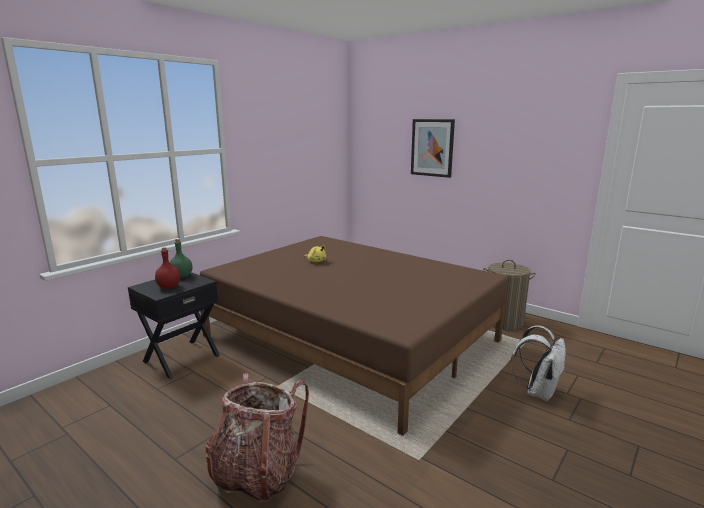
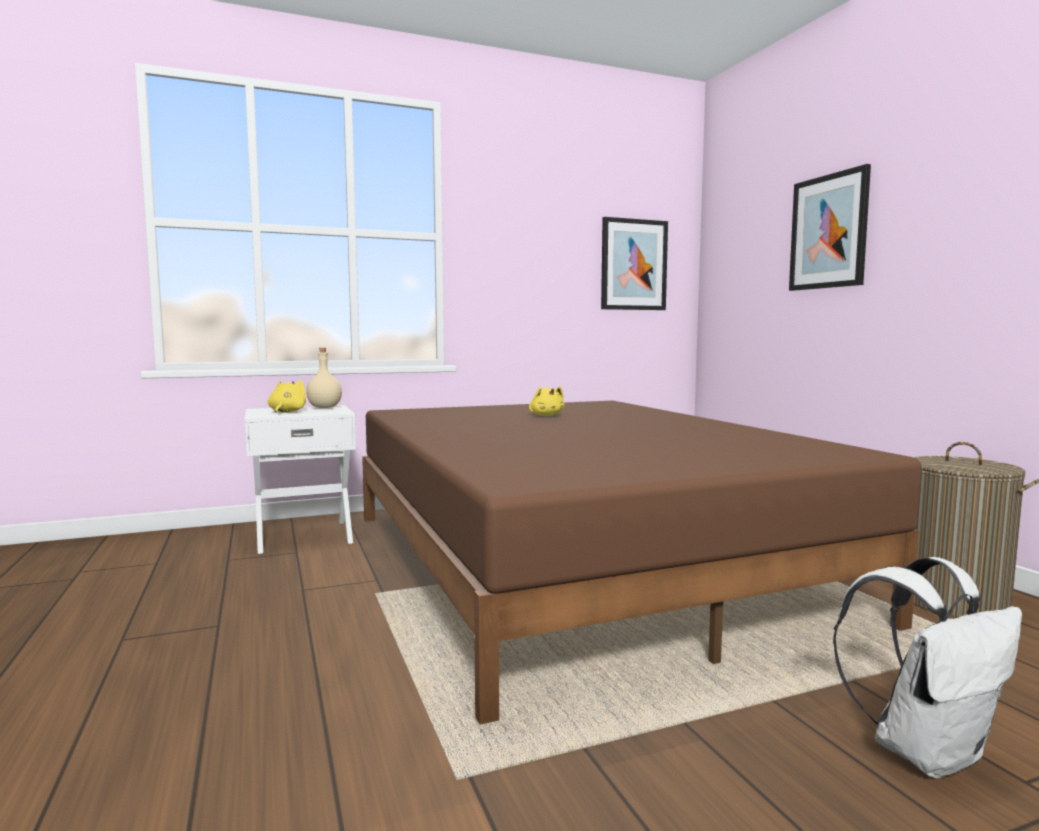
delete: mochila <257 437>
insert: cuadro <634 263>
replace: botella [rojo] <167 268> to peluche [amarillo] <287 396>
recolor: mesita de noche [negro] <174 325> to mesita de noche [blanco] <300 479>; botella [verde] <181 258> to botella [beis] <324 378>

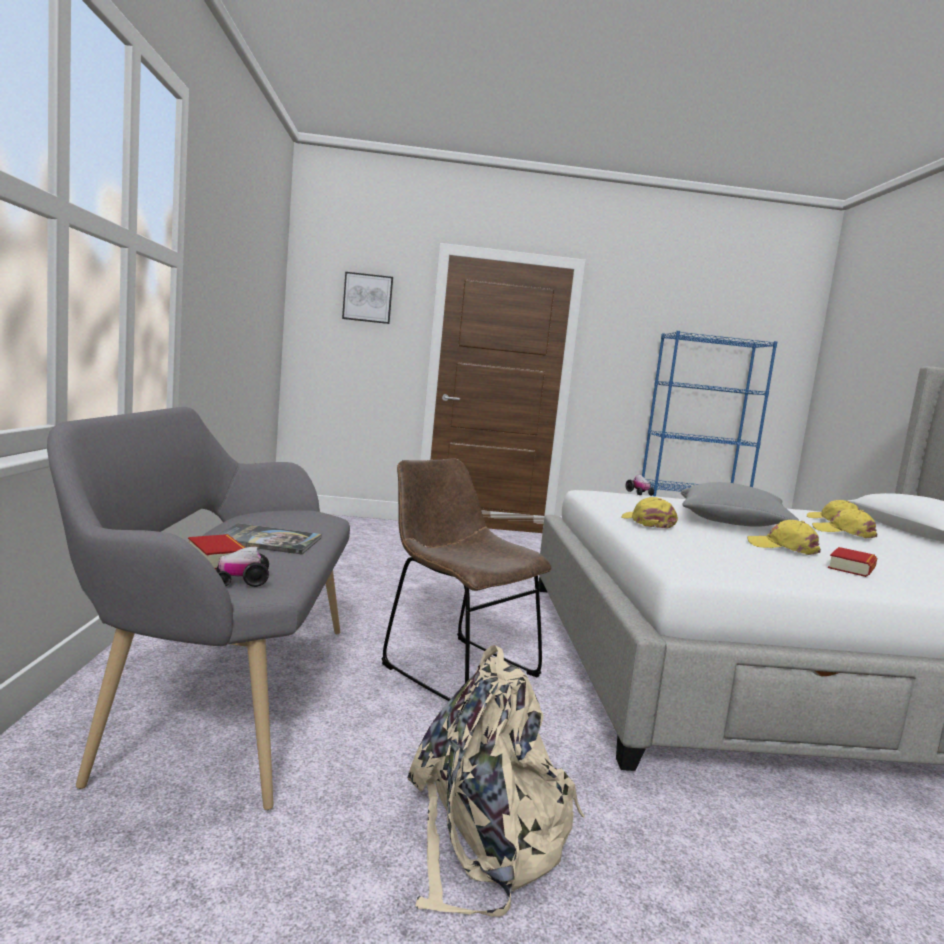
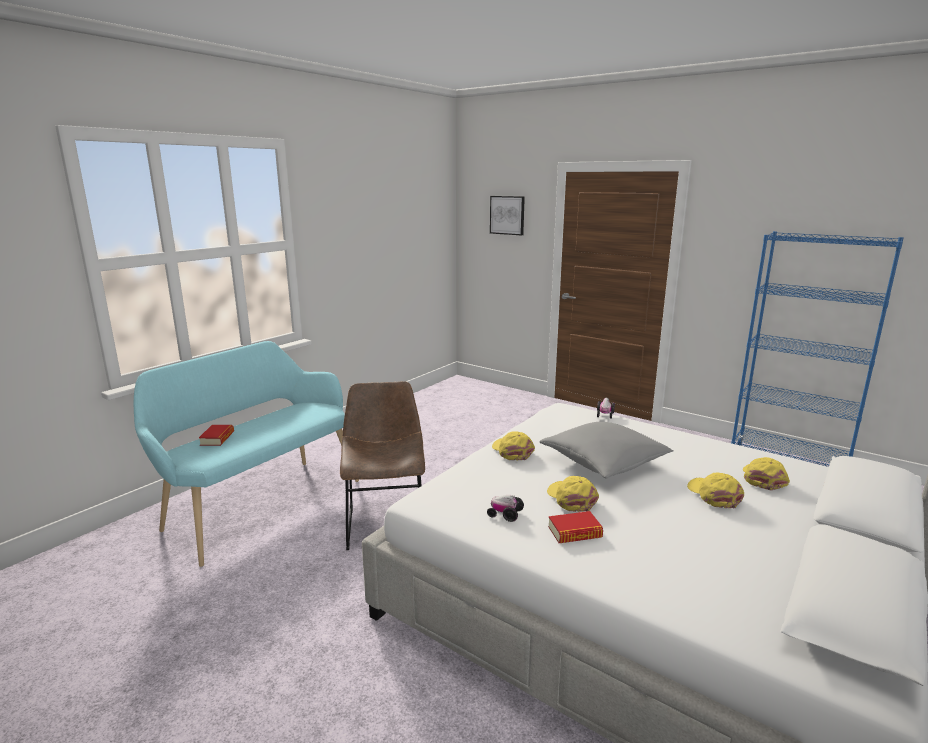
delete: libro <270 538>; mochila [beis] <496 781>
move: coche de juguete <242 567> to <505 508>
recolor: banco [gris] <198 608> to banco [turquesa] <246 454>
rotate: gorra [amarillo] <649 513> = <513 446> 45 degrees counterclockwise

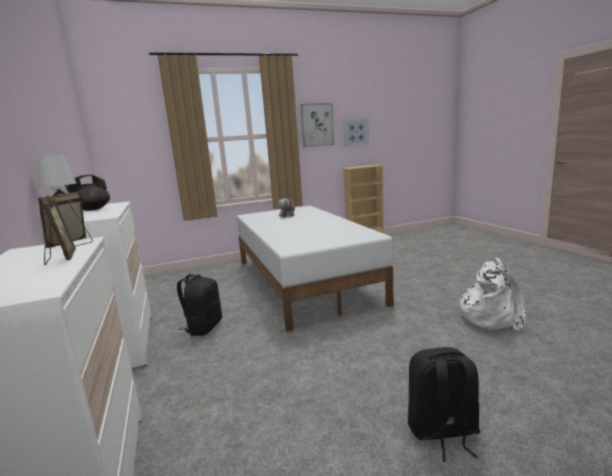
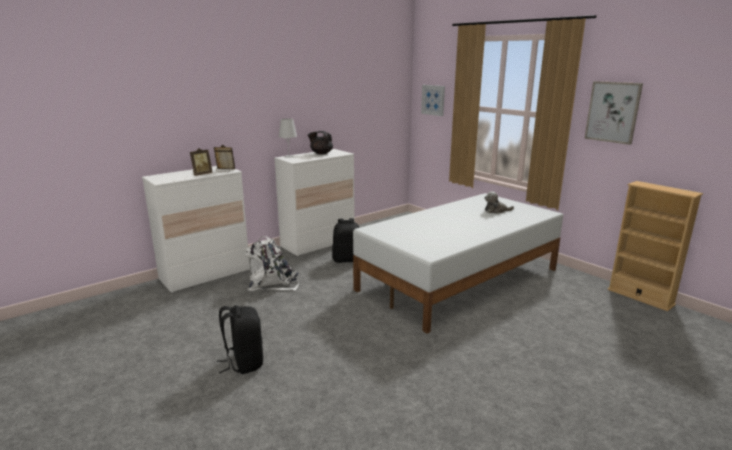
move: cuadro <356 132> to <433 100>; mochila [blanco] <491 294> to <272 263>

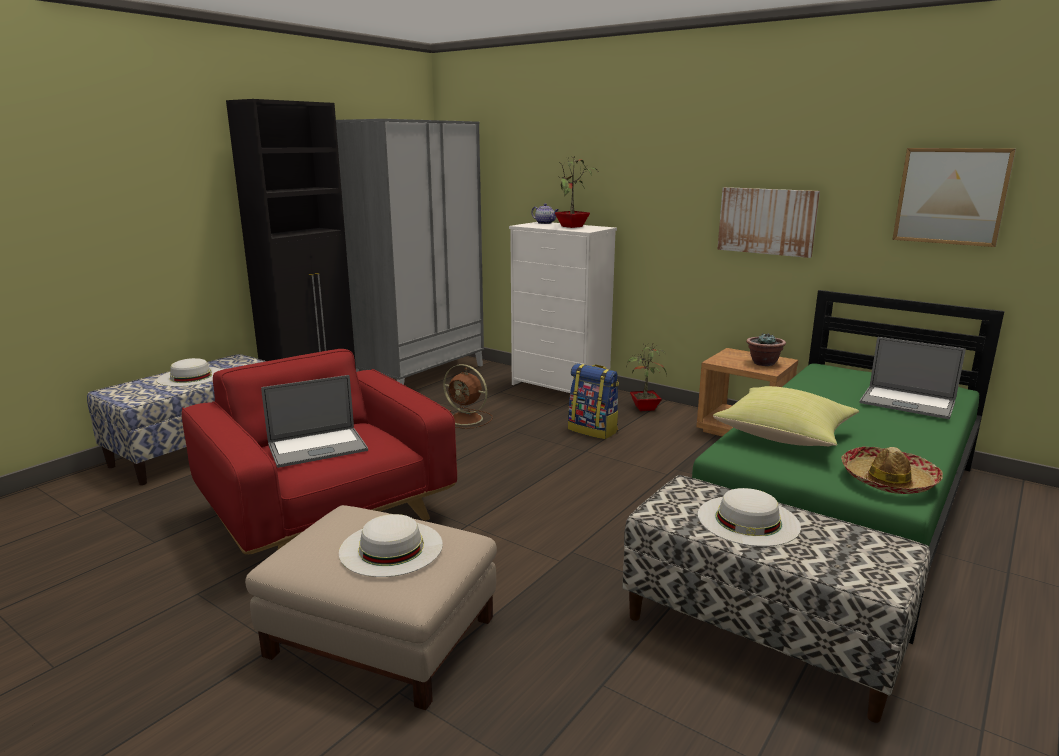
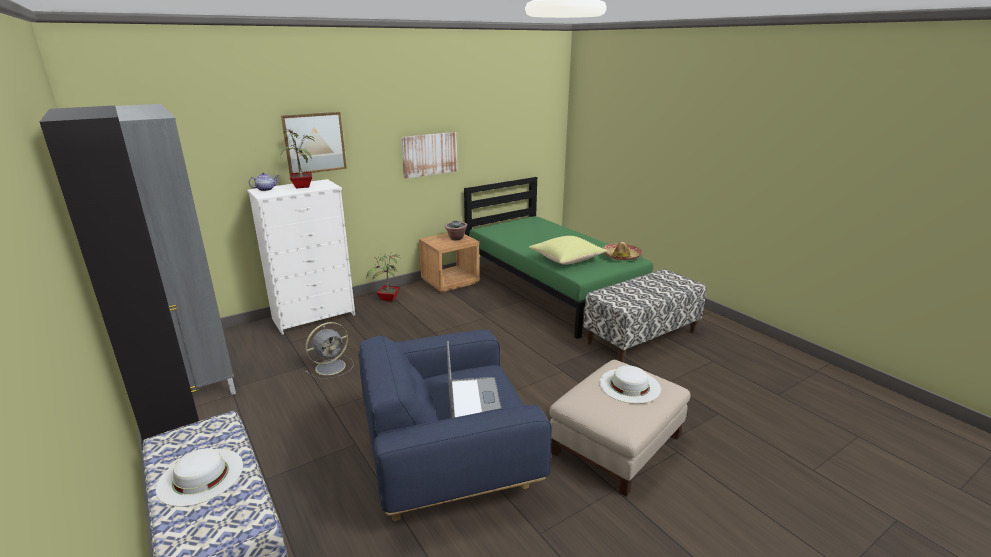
delete: mochila <593 401>; sombrero [blanco] <749 517>; portátil <912 378>
move: cuadro <954 197> to <314 143>
recolor: sillón [rojo] <319 451> to sillón [azul] <455 425>; ventilador [marrón] <468 396> to ventilador [gris] <329 350>

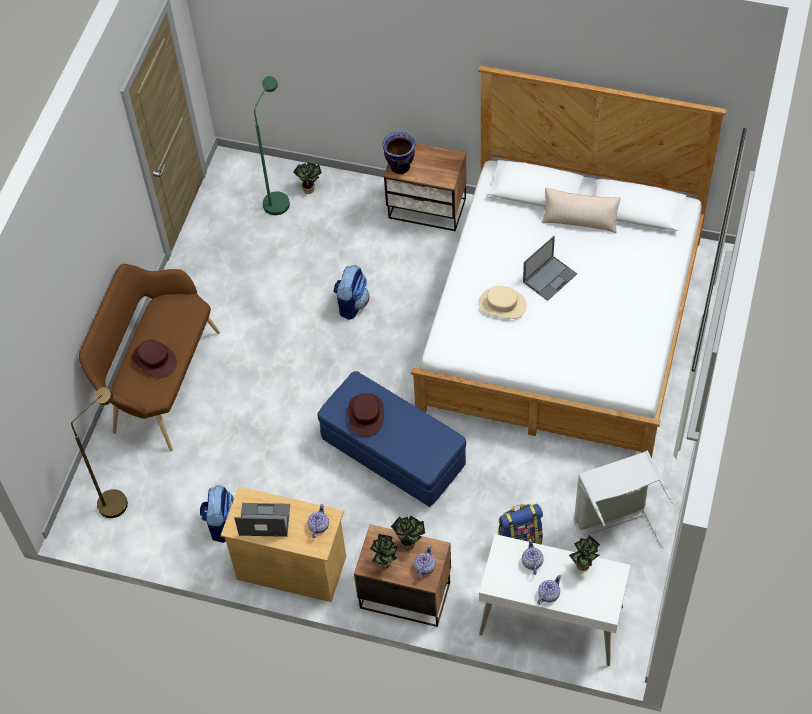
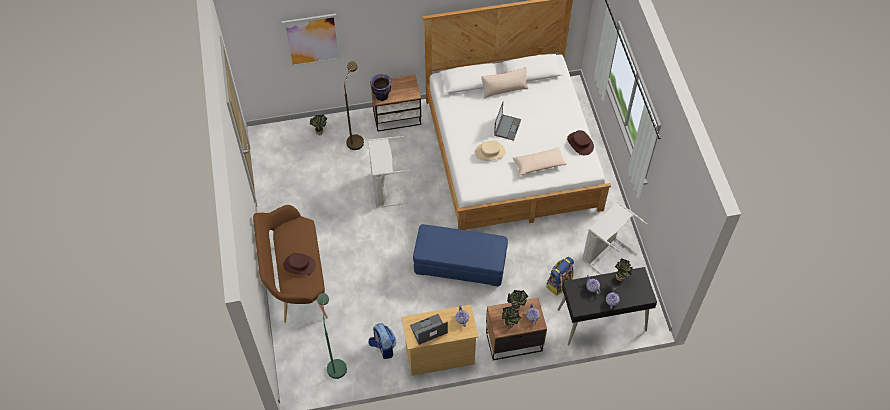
insert: cuadro <312 40>; cojín [beis] <540 161>
move: lámpara de pie [marrón] <99 452> to <354 105>; lámpara de pie [verde] <272 145> to <332 336>; sombrero [marrón] <366 415> to <580 142>
replace: mochila <351 292> to cesto de la ropa [gris] <389 172>
recolor: escritorio [blanco] <555 600> to escritorio [negro] <607 306>

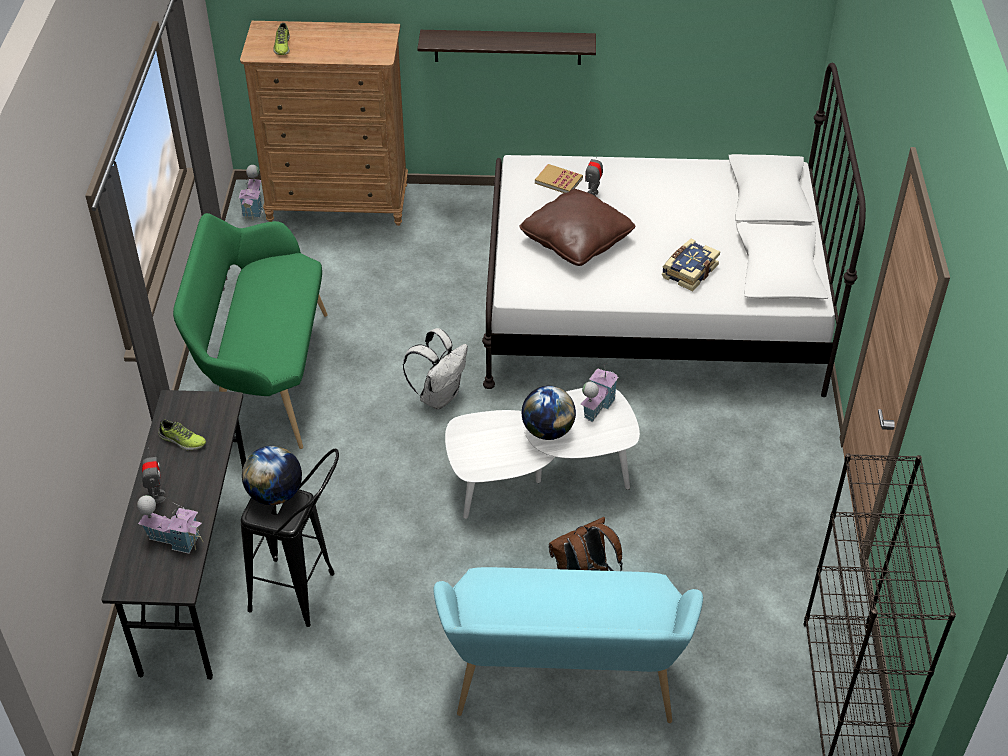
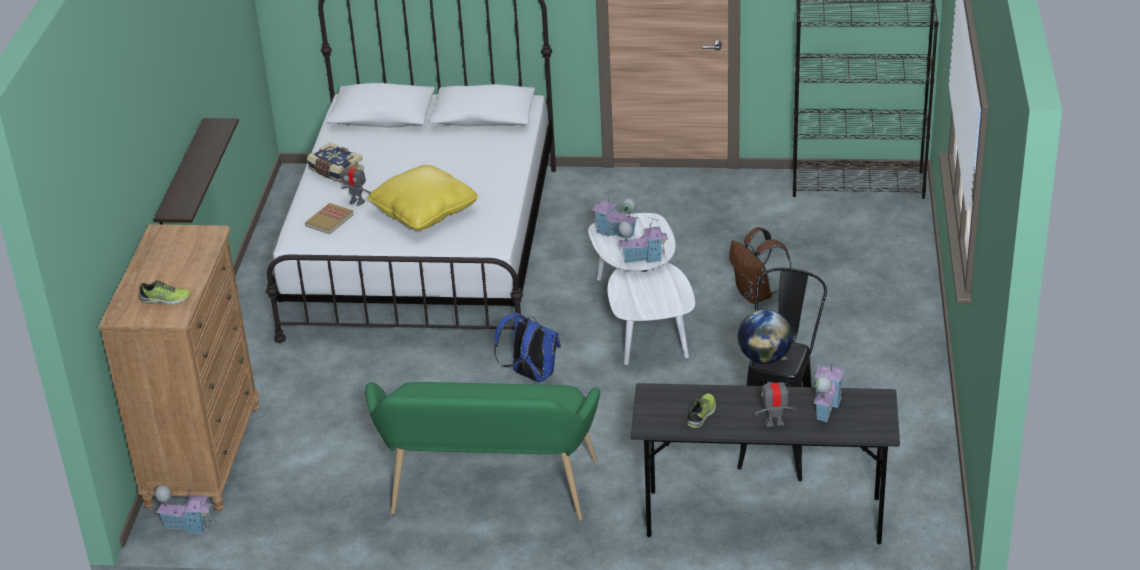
delete: banco [turquesa] <568 645>
move: libro <691 265> to <335 162>
replace: globo terráqueo <548 413> to casita <643 240>
recolor: mochila [blanco] <435 369> to mochila [azul] <527 347>; cojín [marrón] <577 227> to cojín [amarillo] <422 198>

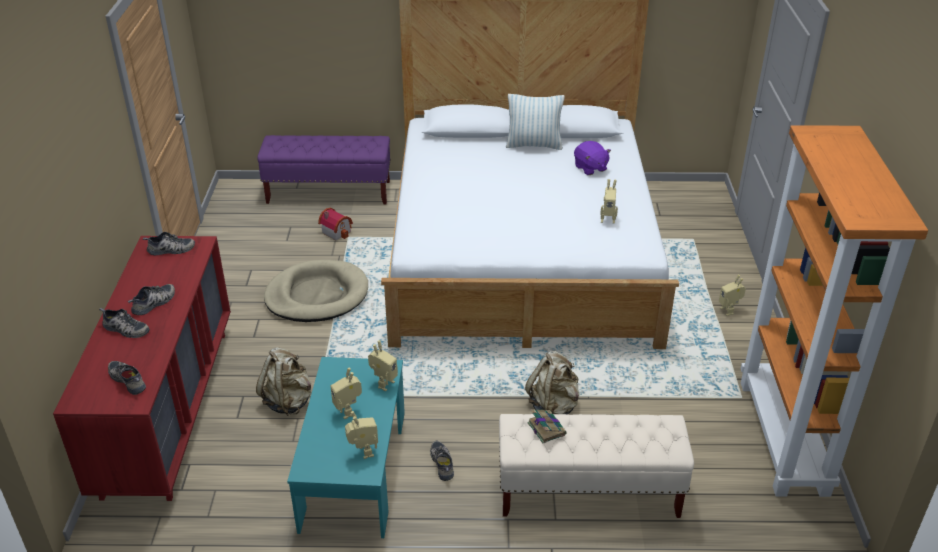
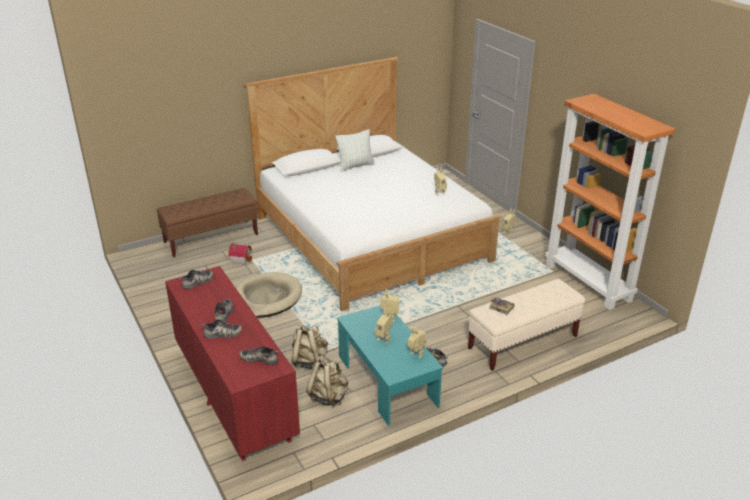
delete: peluche [morado] <592 158>
move: mochila [beis] <552 382> to <327 381>
recolor: banco [morado] <324 169> to banco [marrón] <207 222>

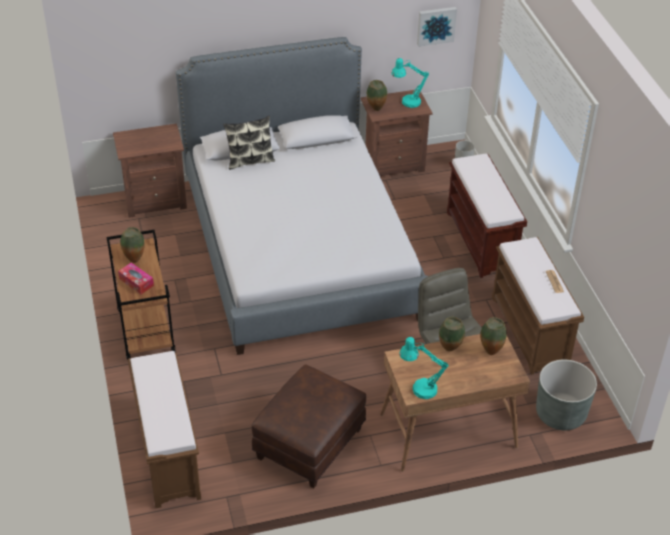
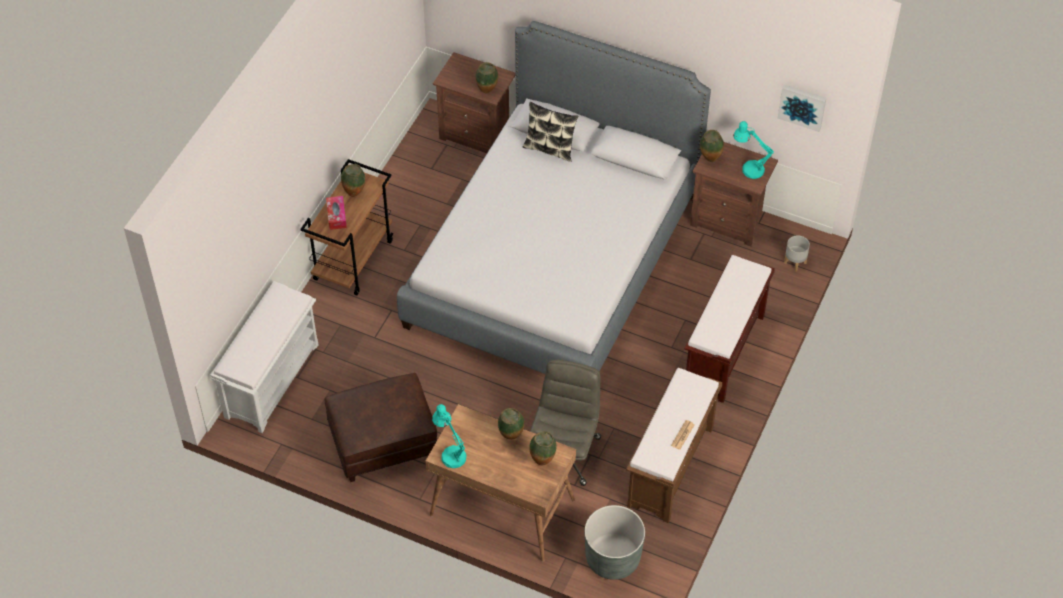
insert: florero <486 77>
recolor: banco [marrón] <164 429> to banco [blanco] <264 357>

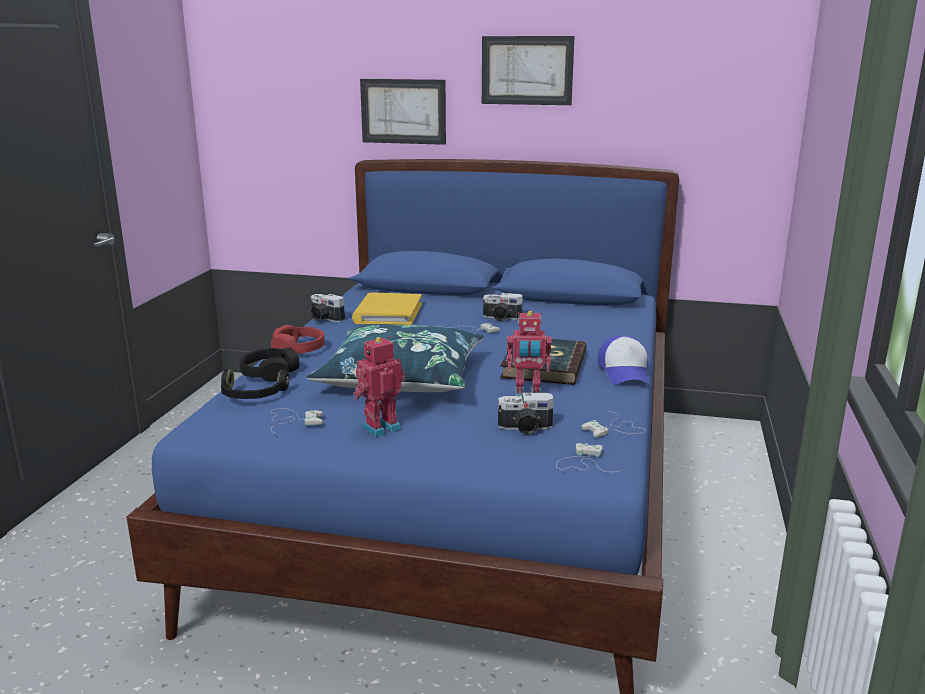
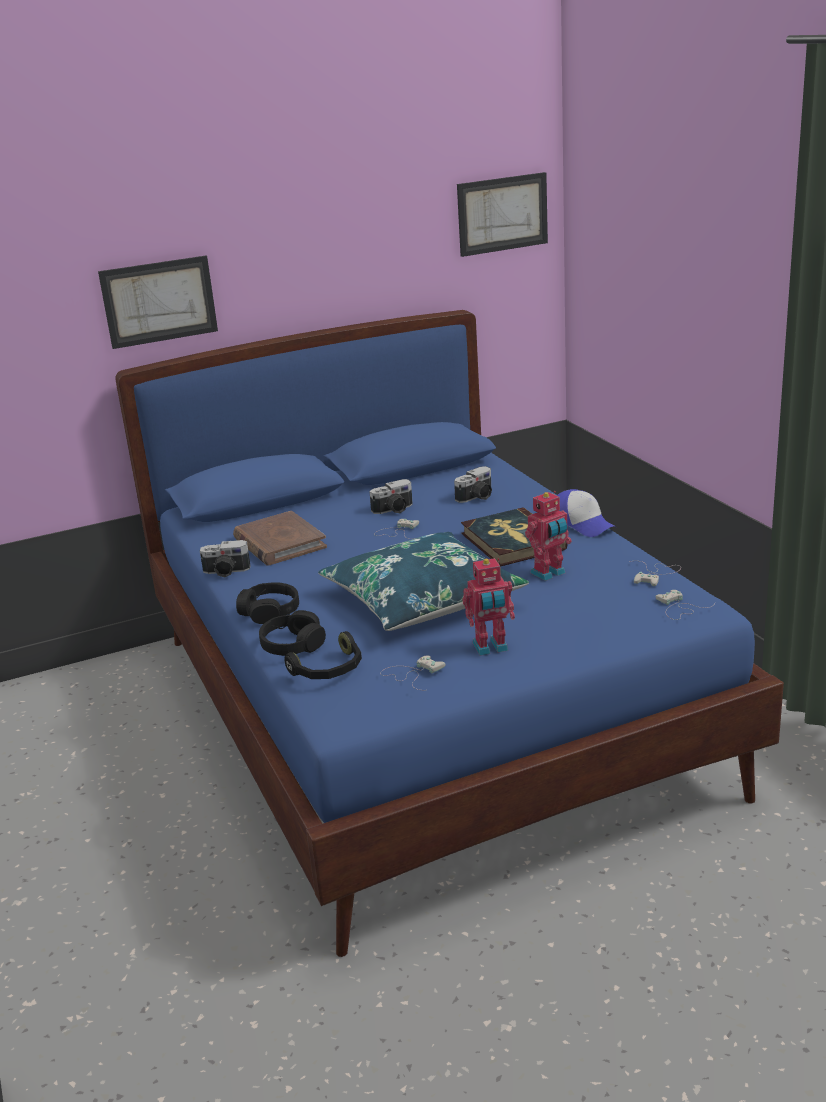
move: cuadro <528 70> to <502 214>; cámara <526 414> to <473 484>
recolor: auriculares [rojo] <298 339> to auriculares [negro] <267 603>; libro [amarillo] <387 308> to libro [marrón] <280 538>
rotate: robot de juguete <379 386> = <488 607> 120 degrees counterclockwise

